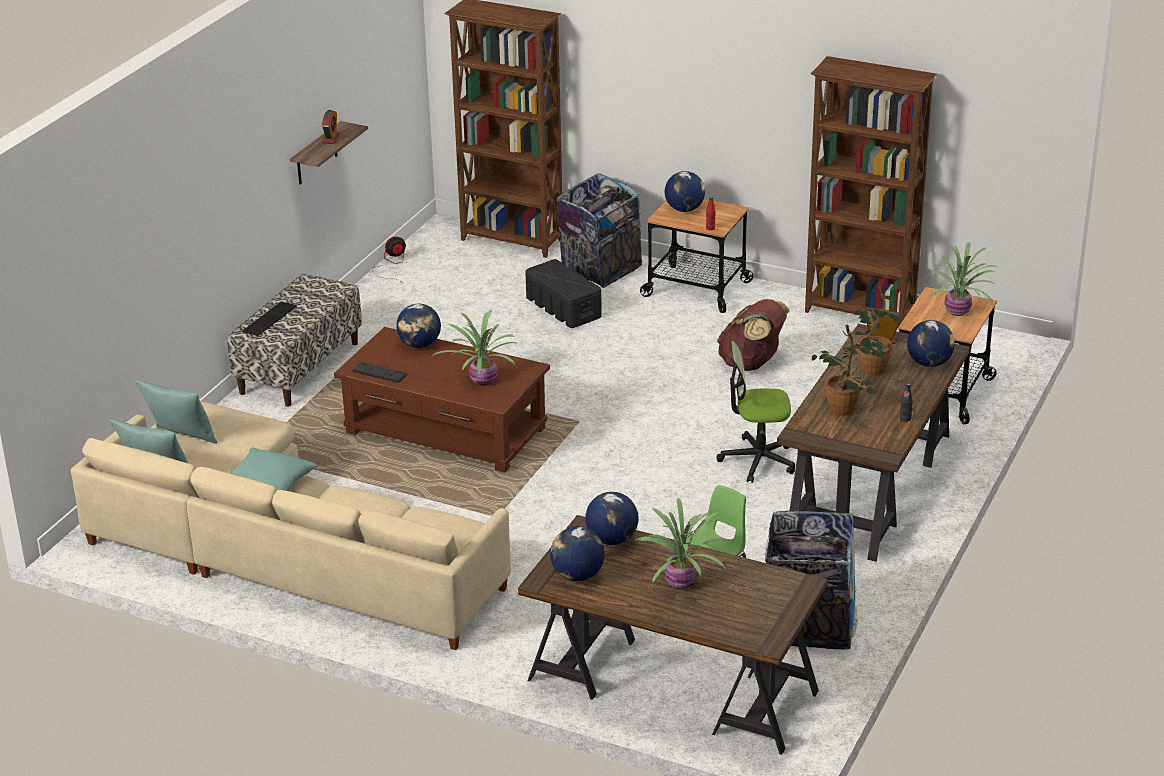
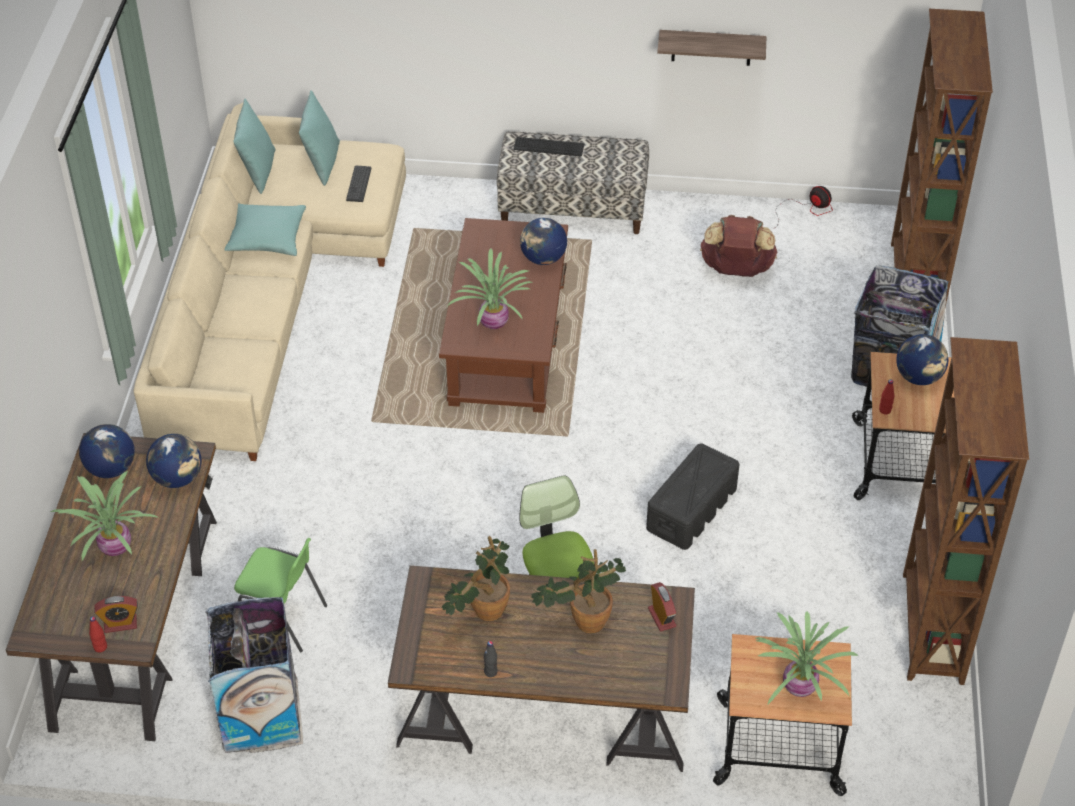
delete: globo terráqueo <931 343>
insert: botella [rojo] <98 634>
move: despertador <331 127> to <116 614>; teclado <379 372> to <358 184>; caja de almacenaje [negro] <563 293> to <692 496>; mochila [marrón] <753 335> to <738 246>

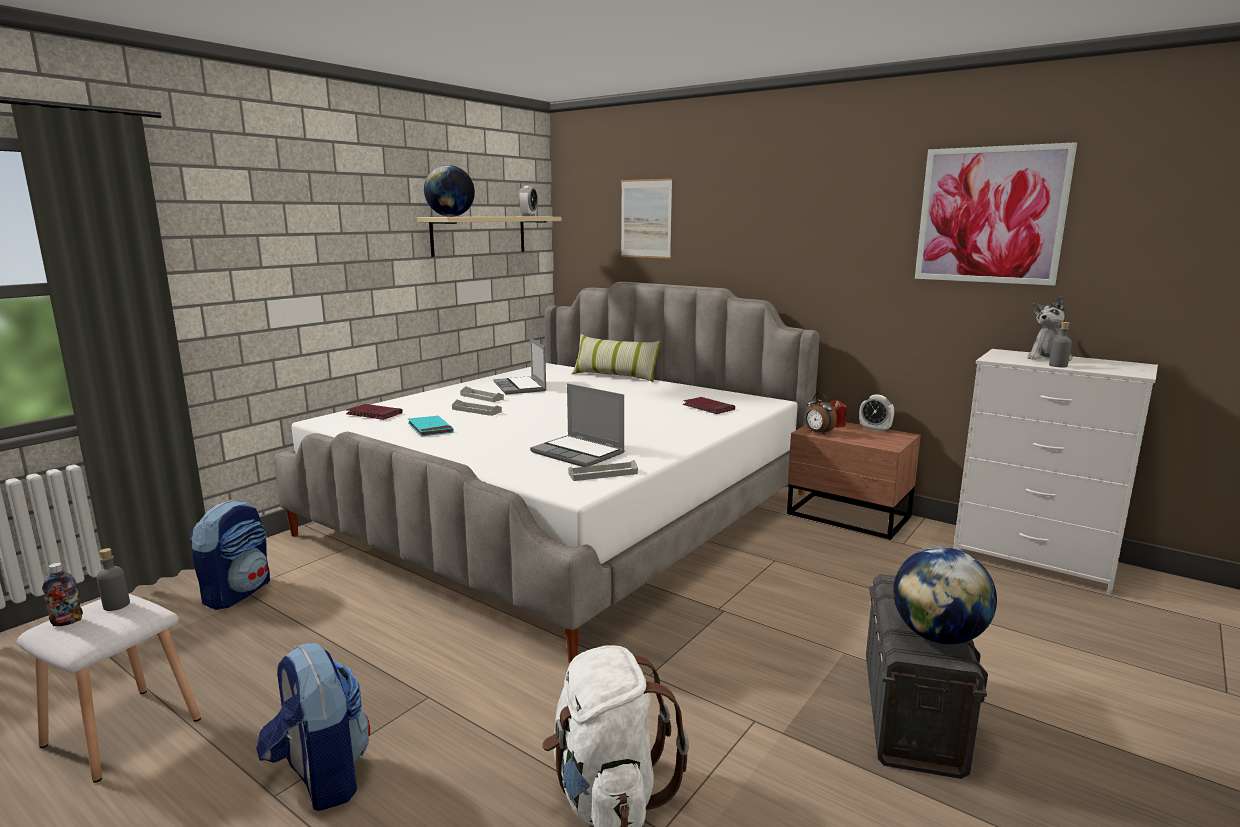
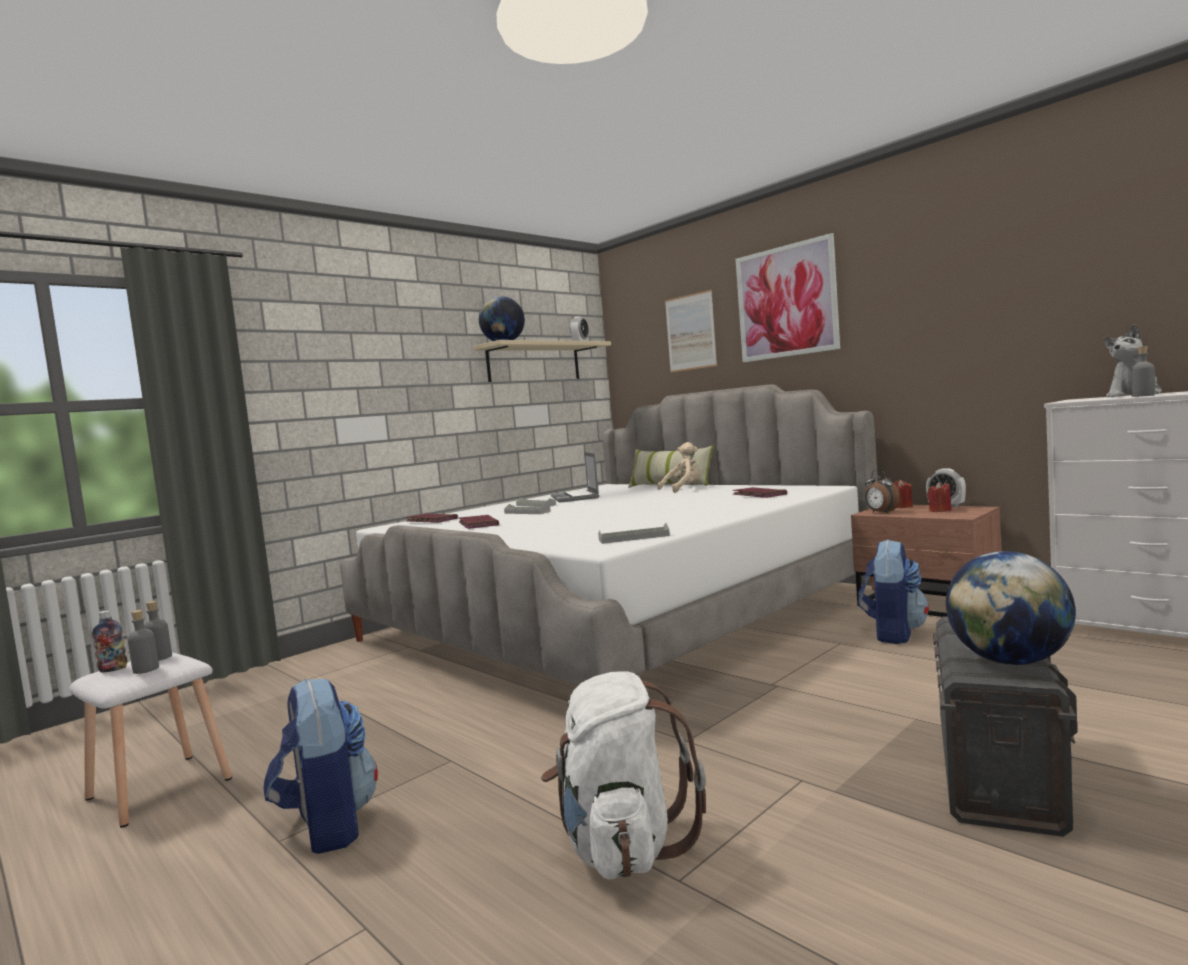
delete: portátil <577 425>
insert: botella [gris] <143 642>; peluche [beis] <678 467>; vela [rojo] <939 497>
move: mochila <230 555> to <893 591>; cuadro <996 214> to <788 297>
recolor: libro [turquesa] <431 426> to libro [rojo] <479 522>

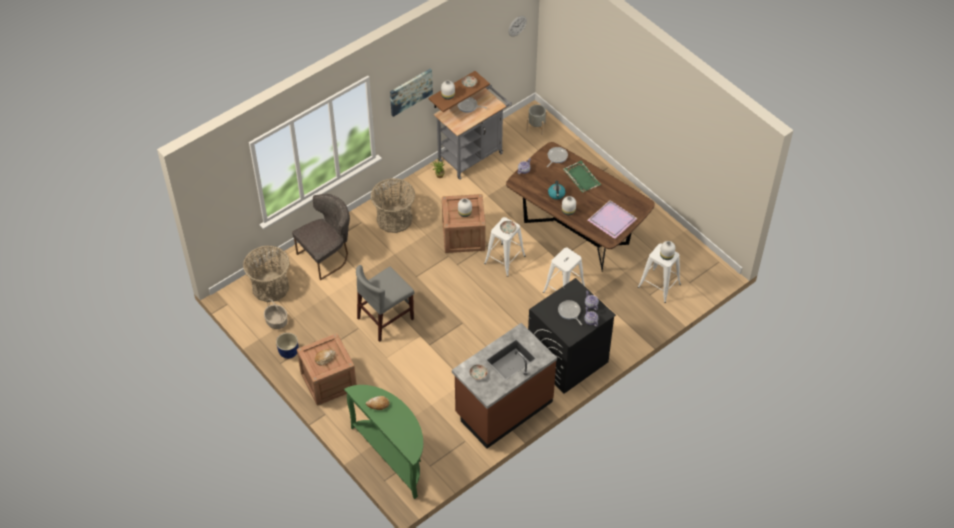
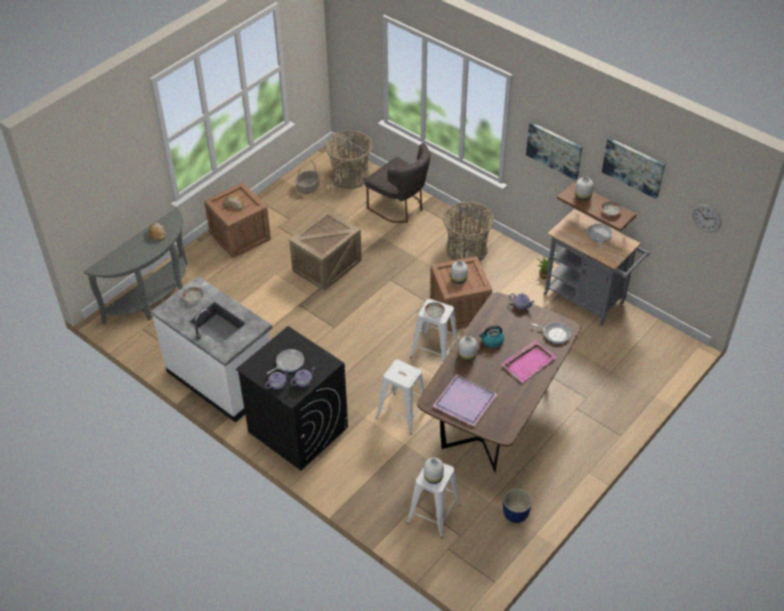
delete: maceta [gris] <537 120>
insert: cuadro <633 168>
move: maceta [azul] <287 346> to <517 505>
replace: silla [gris] <385 303> to caja de embalaje <325 250>
recolor: mesa consola [verde] <383 442> to mesa consola [gris] <136 266>; mueble bajo de cocina [marrón] <504 385> to mueble bajo de cocina [blanco] <211 349>; bandeja [verde] <582 176> to bandeja [rosa] <528 361>

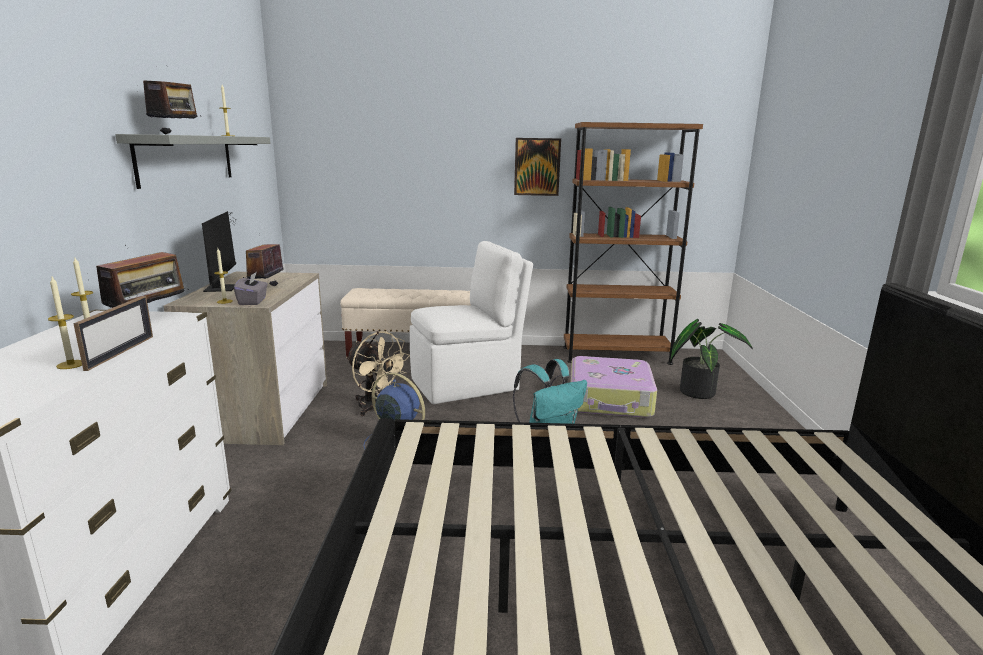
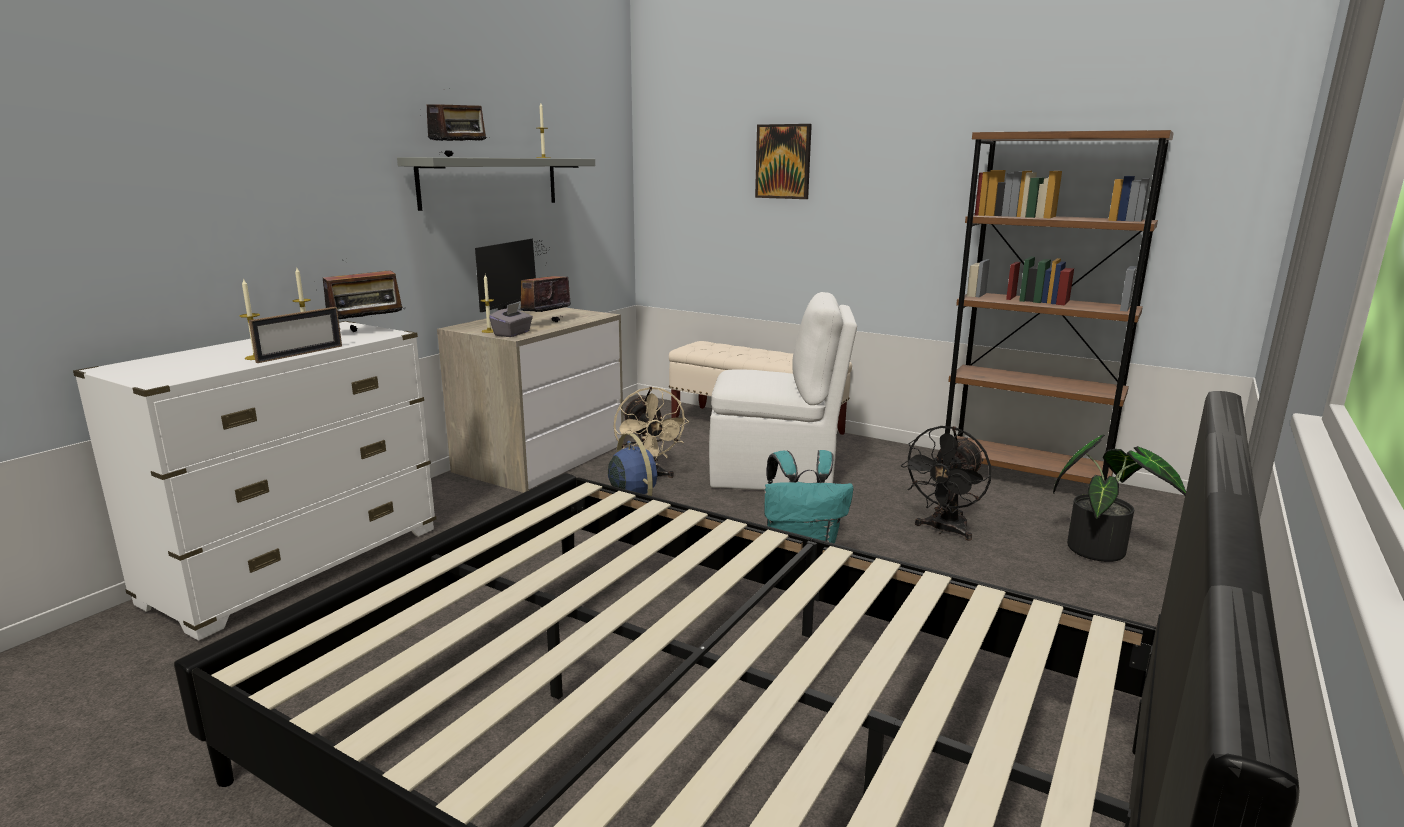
move: cuadro <537 167> to <783 161>
replace: maleta <613 387> to ventilador [negro] <946 483>

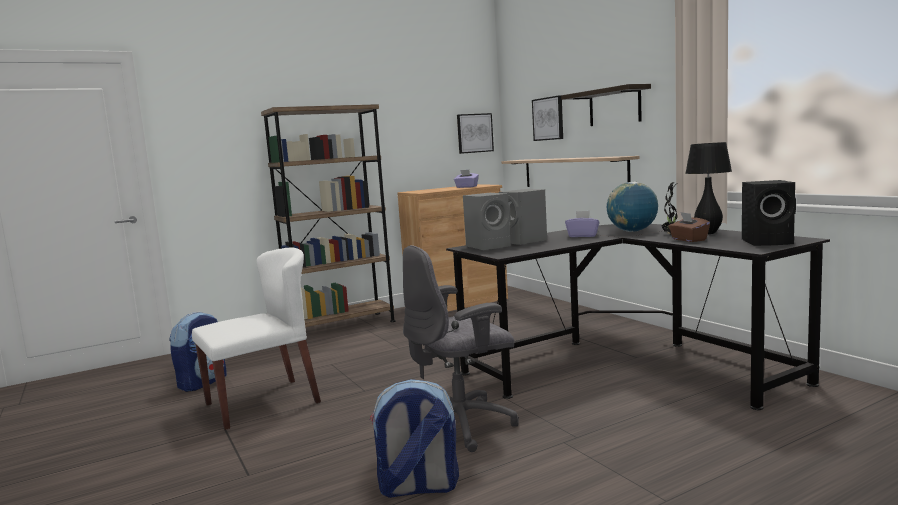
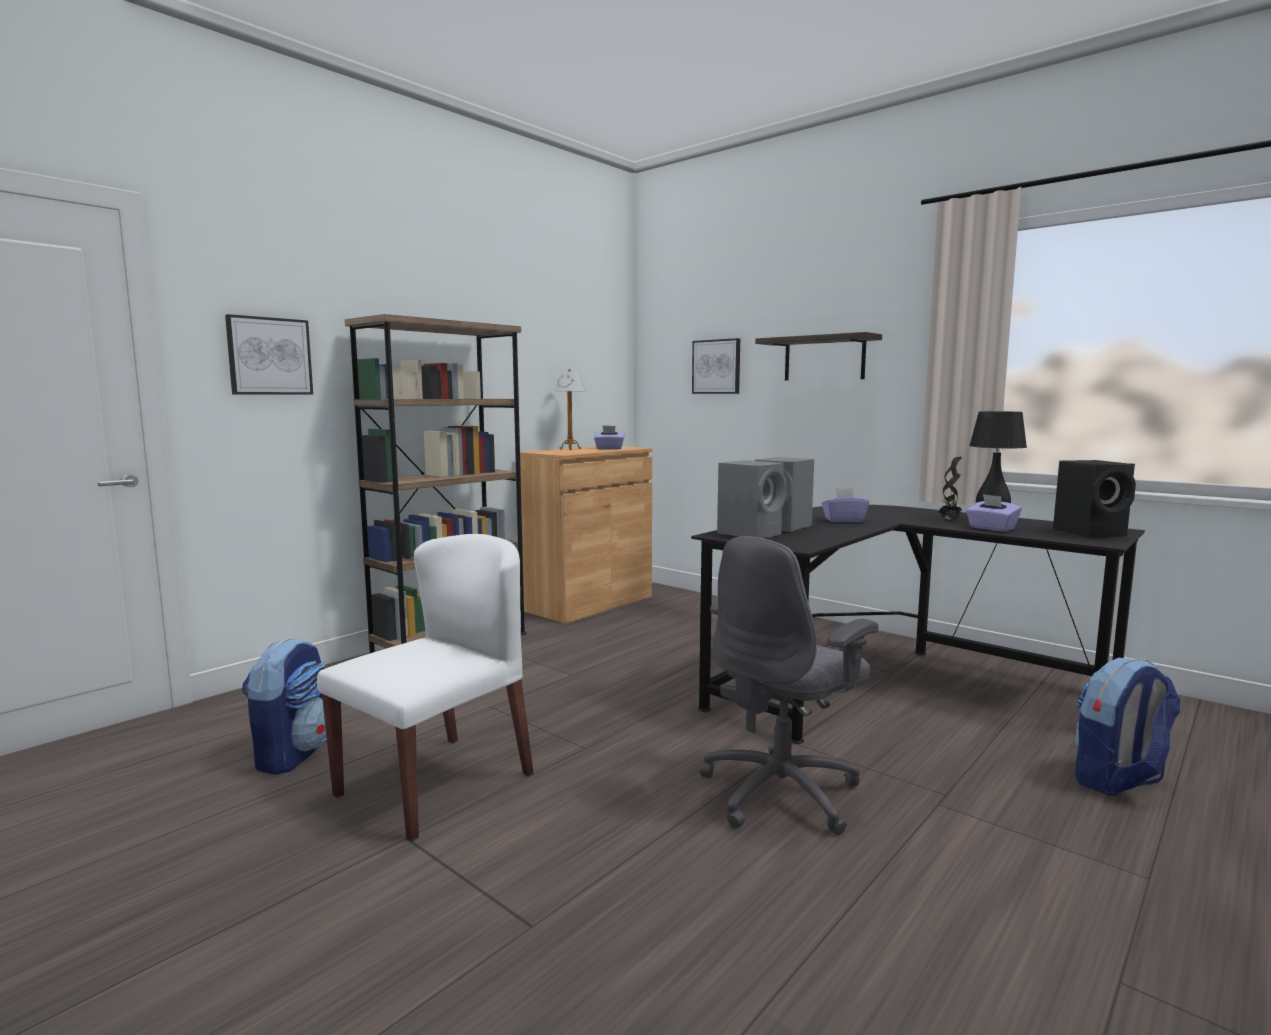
delete: estante <570 171>; globo terráqueo <632 207>
insert: lámpara de mesa <569 409>
move: mochila <414 438> to <1128 727>; cuadro <475 133> to <269 354>
recolor: caja de pañuelos [marrón] <689 227> to caja de pañuelos [morado] <994 513>

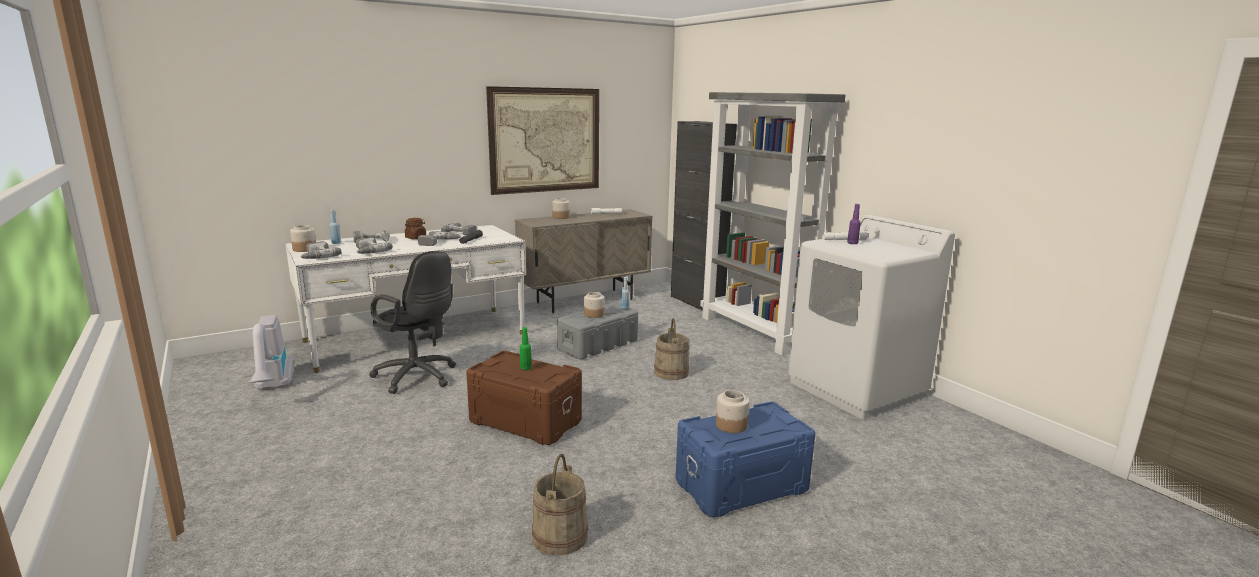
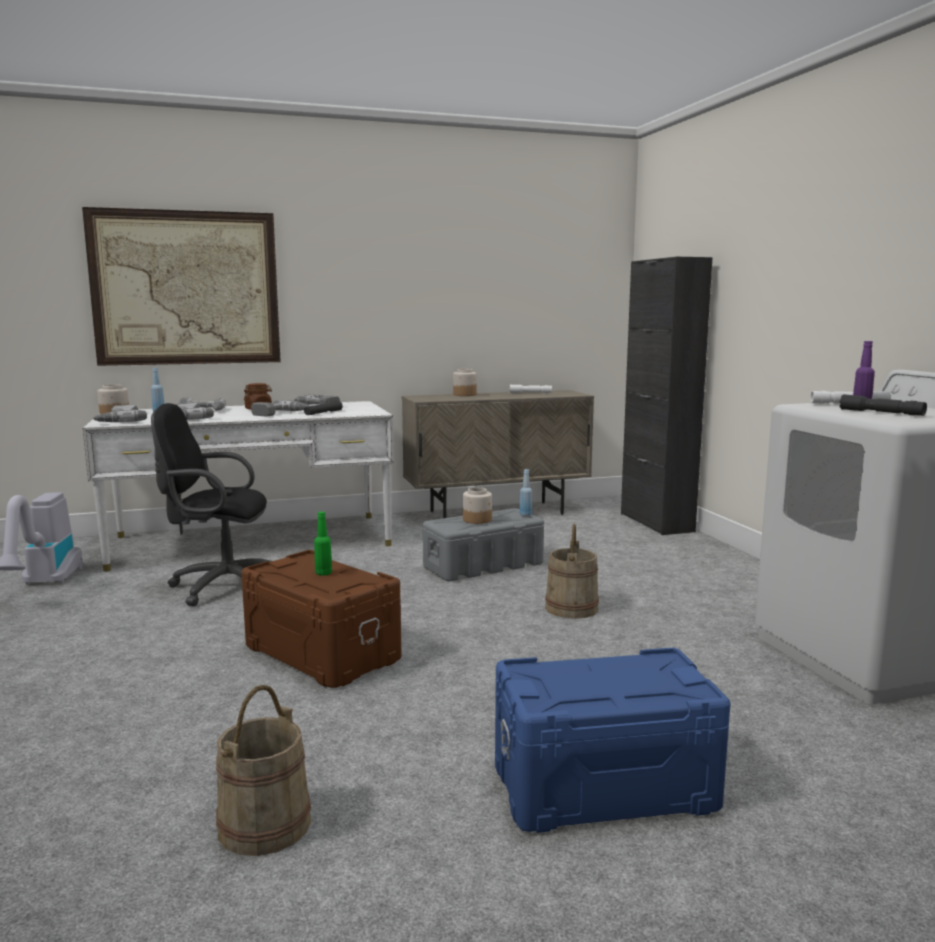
delete: estantería [gris] <772 223>; tarro <732 411>
insert: linterna [gris] <883 405>
move: cuadro <542 140> to <181 286>
rotate: silla de oficina [negro] <412 322> = <211 504> 135 degrees clockwise

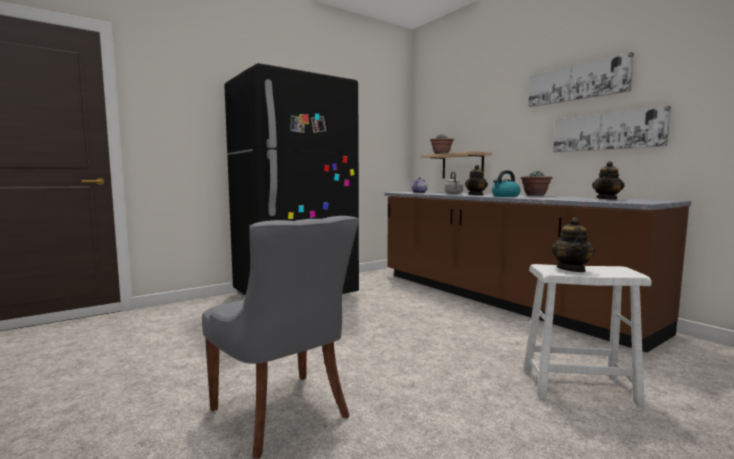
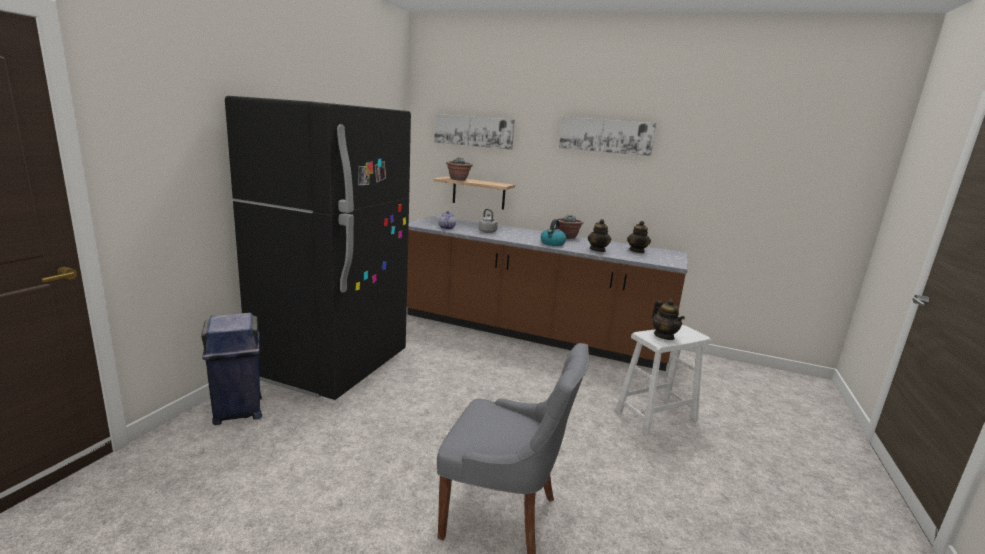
insert: papelera [azul] <231 369>
move: tetera <476 180> to <599 235>; cuadro <612 129> to <474 132>

